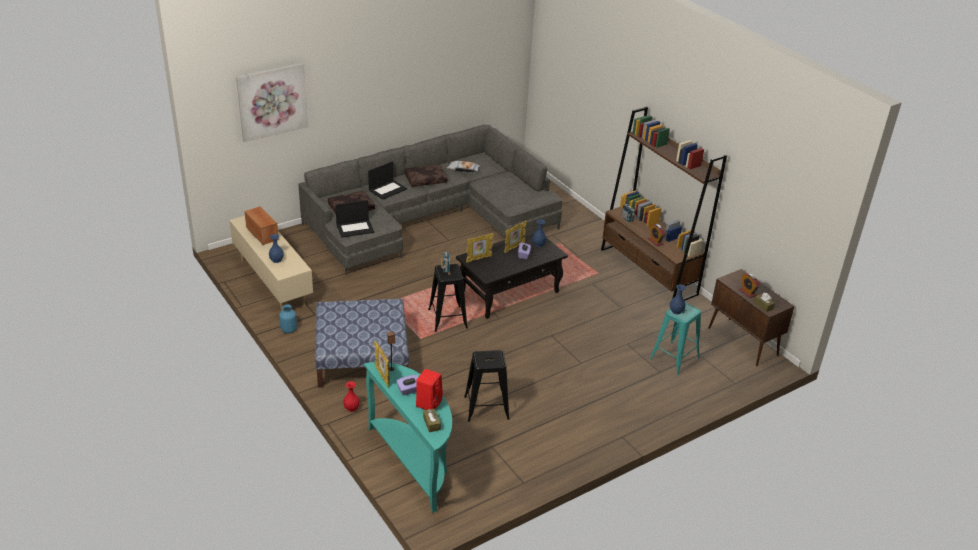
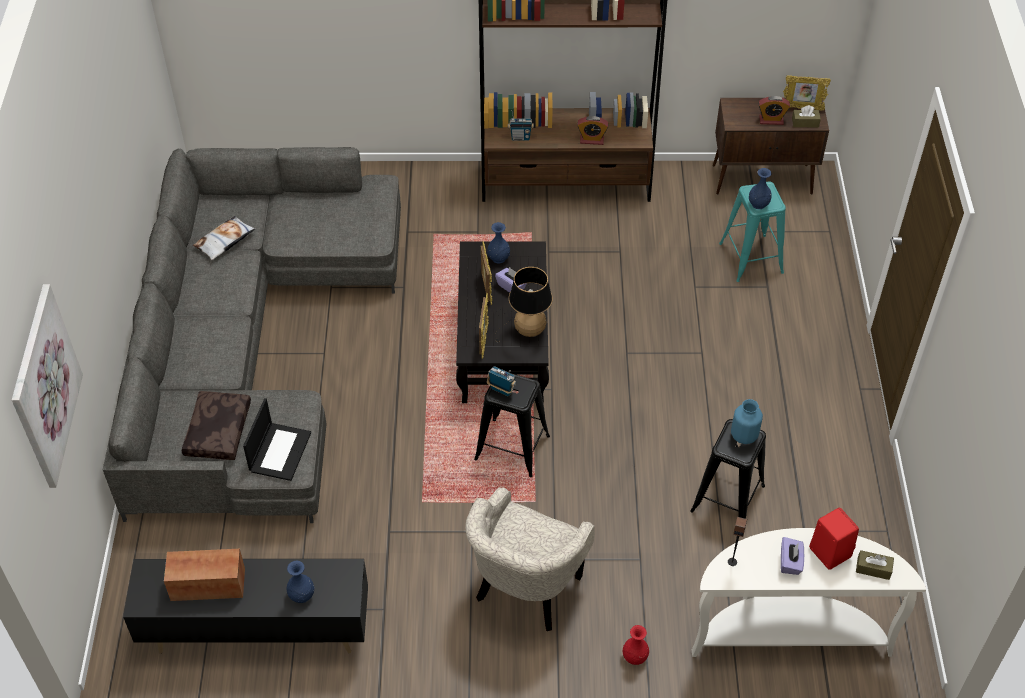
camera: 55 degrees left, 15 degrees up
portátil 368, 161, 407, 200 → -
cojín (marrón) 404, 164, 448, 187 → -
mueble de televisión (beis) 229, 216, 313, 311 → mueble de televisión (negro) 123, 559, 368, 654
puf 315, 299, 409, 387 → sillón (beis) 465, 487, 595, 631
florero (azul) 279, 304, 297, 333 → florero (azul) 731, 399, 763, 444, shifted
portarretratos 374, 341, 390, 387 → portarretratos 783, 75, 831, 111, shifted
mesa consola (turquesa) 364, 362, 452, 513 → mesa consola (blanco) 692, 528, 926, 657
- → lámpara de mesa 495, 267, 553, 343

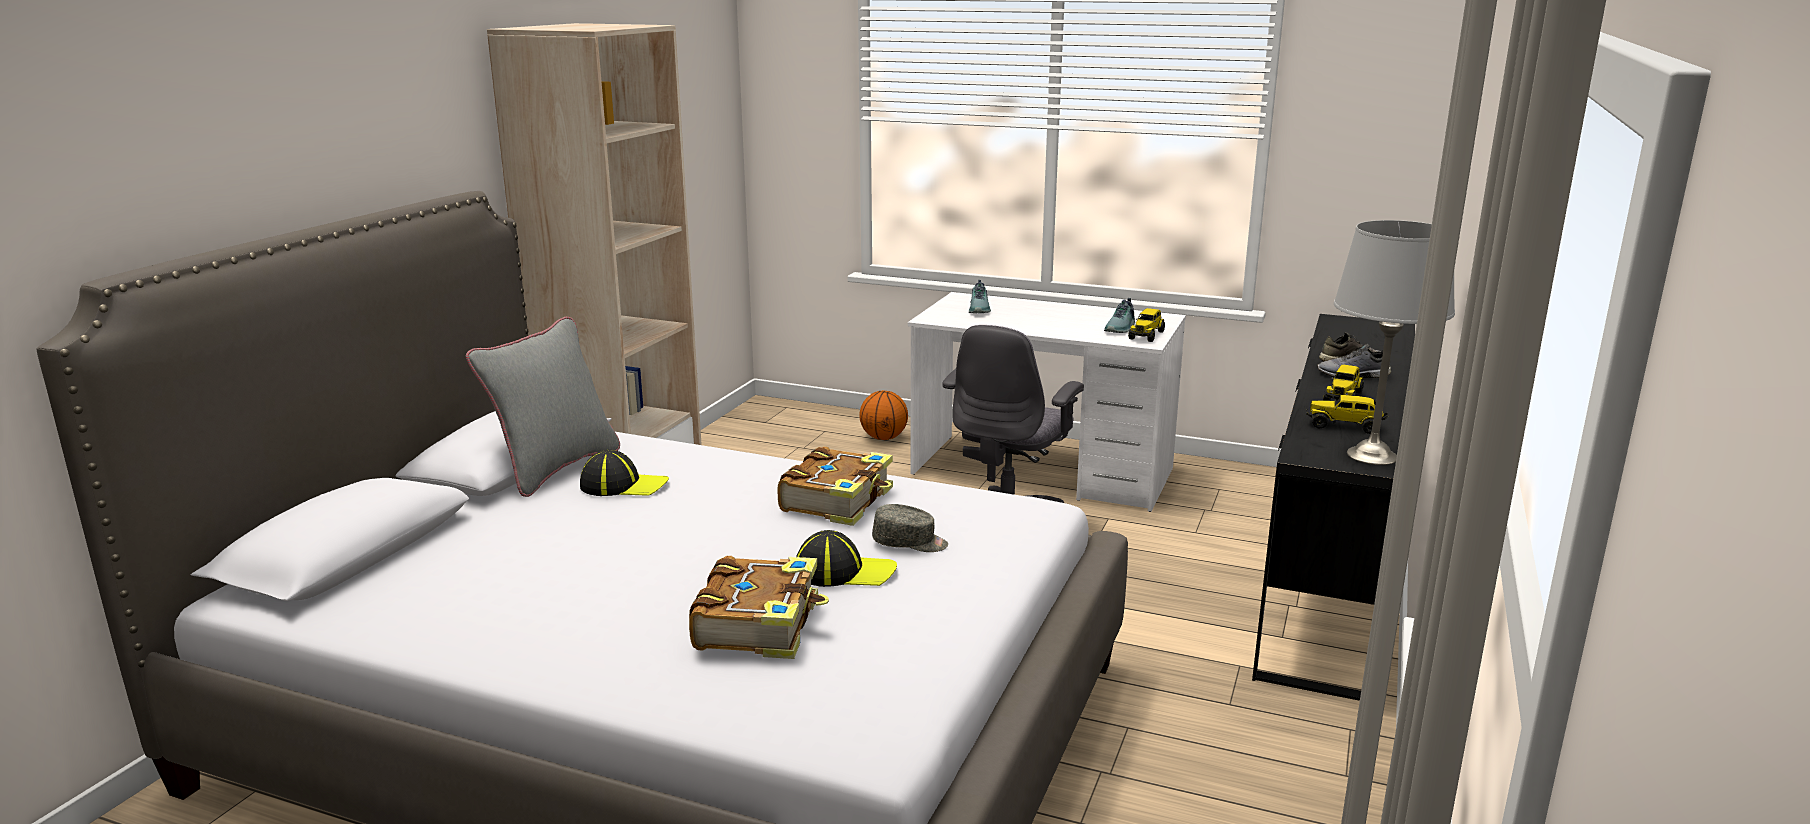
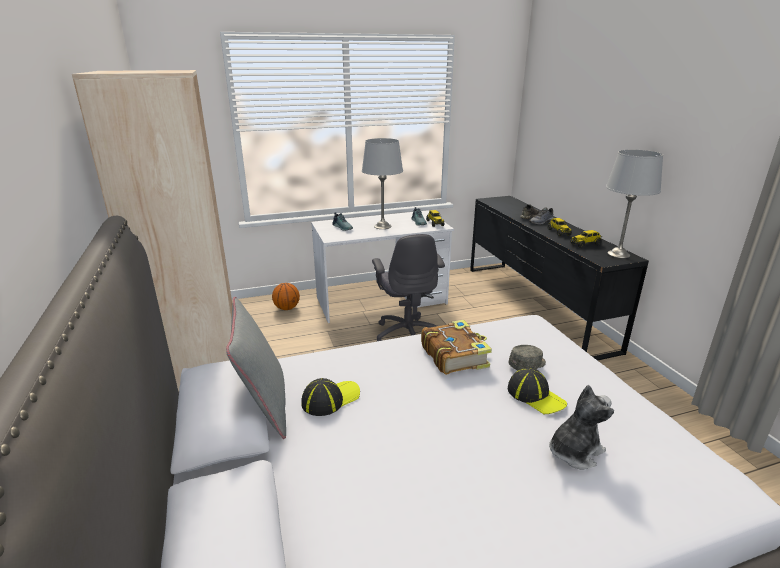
camera: 40 degrees left, 5 degrees up
gorra 796, 530, 897, 587 → gorra 508, 368, 567, 414, 90 degrees clockwise
libro 689, 556, 829, 659 → peluche 549, 385, 614, 469
- → lámpara de mesa (gris) 362, 138, 403, 229

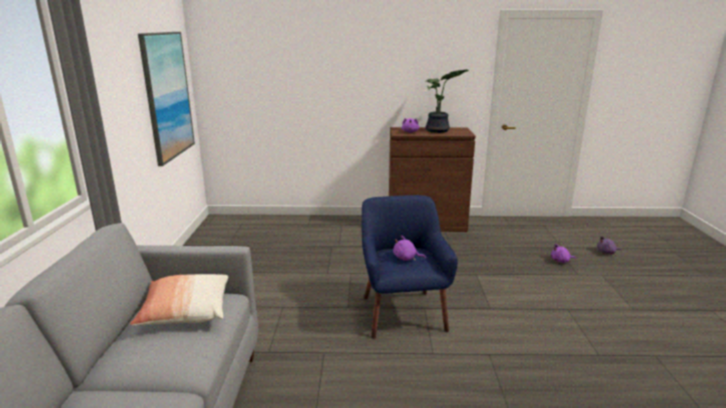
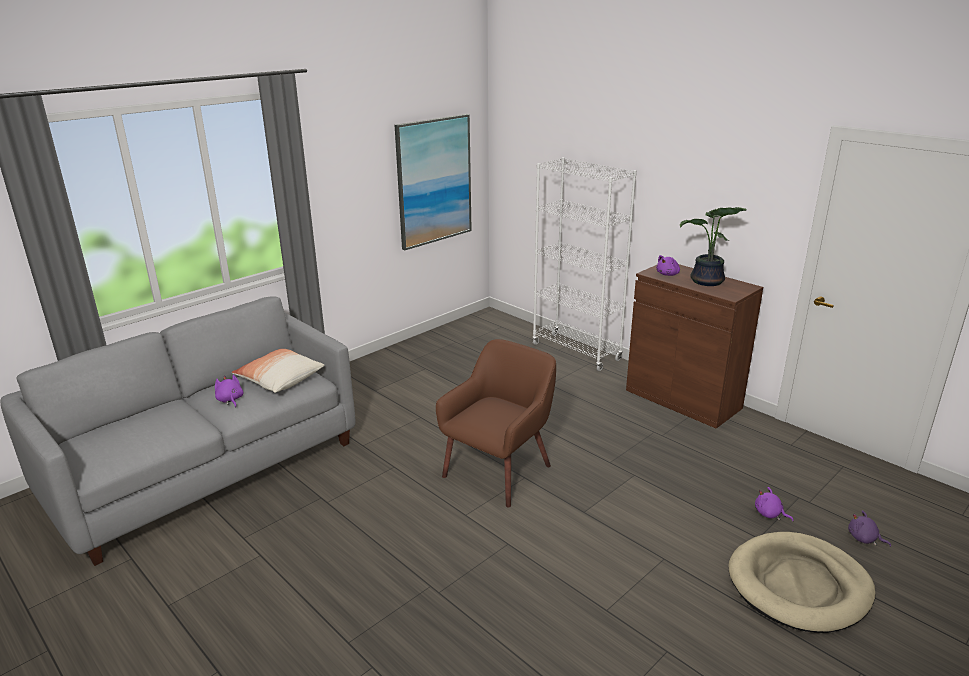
camera: 45 degrees right, 5 degrees up
sillón (azul) 362, 195, 458, 339 → sillón (marrón) 436, 339, 556, 507
peluche (morado) 393, 235, 426, 261 → peluche (morado) 215, 375, 243, 408, shifted
- → estantería (blanco) 532, 157, 637, 371
- → cama para perro (beis) 728, 532, 875, 633

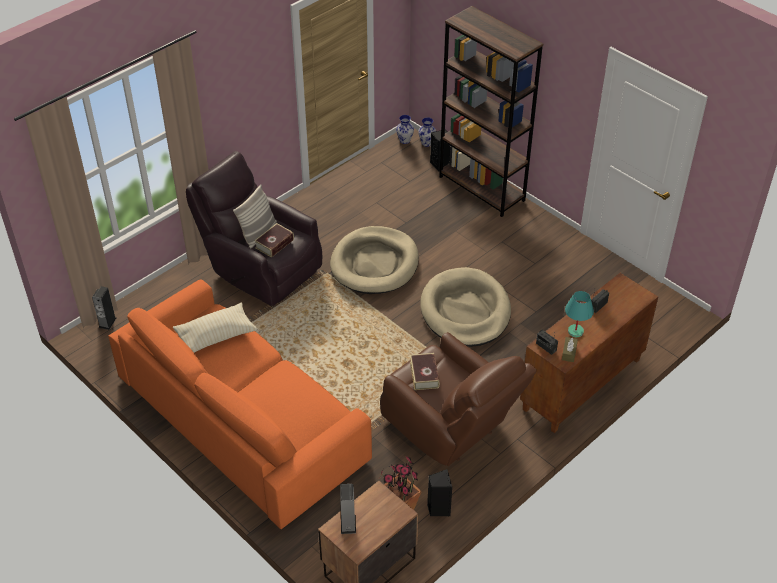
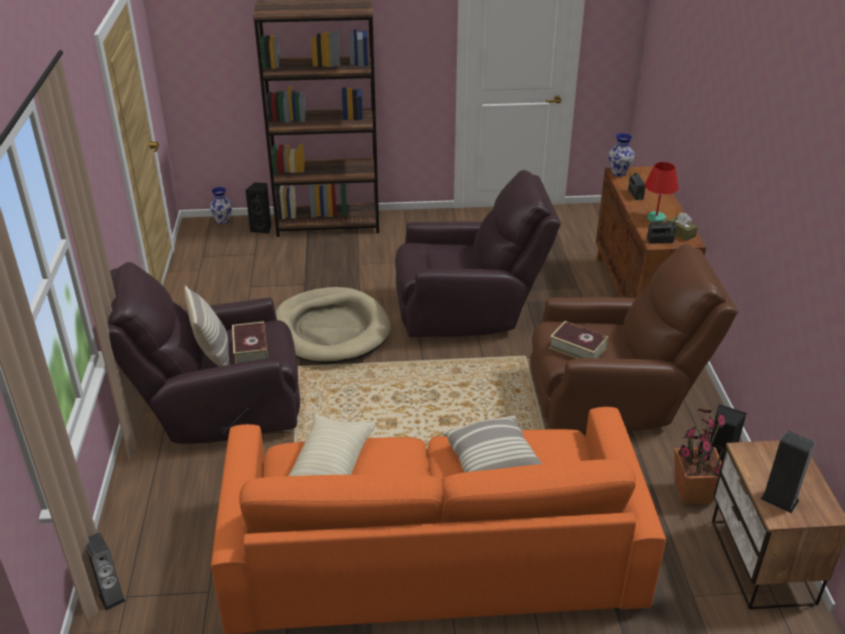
camera: 50 degrees left, 10 degrees down
florero 396, 115, 414, 144 → florero 609, 133, 634, 176, shifted
cama para perro (beis) 420, 267, 511, 347 → sillón (marrón) 395, 170, 561, 337
lámpara de mesa (turquesa) 565, 291, 594, 337 → lámpara de mesa (rojo) 645, 162, 679, 222
- → cojín 442, 416, 542, 472

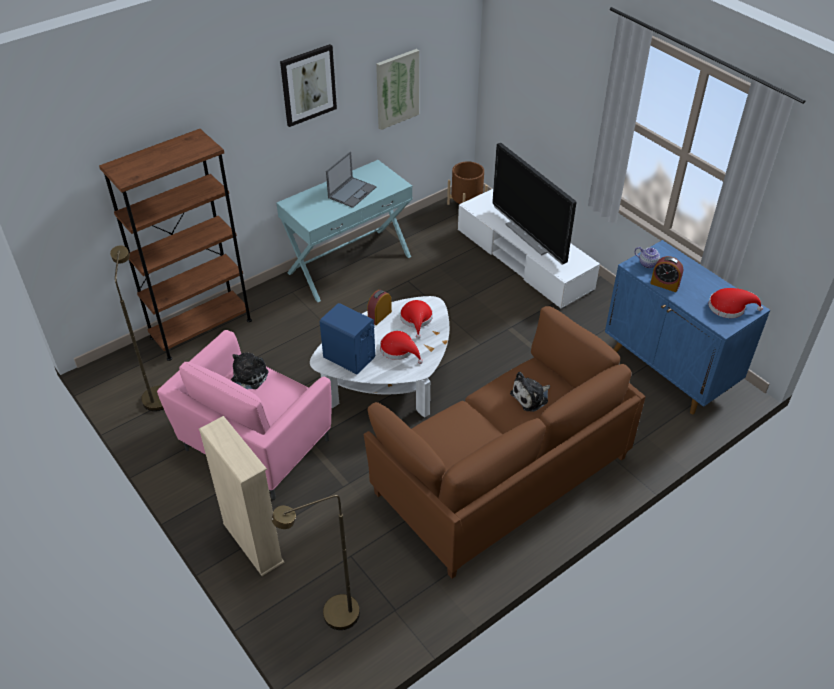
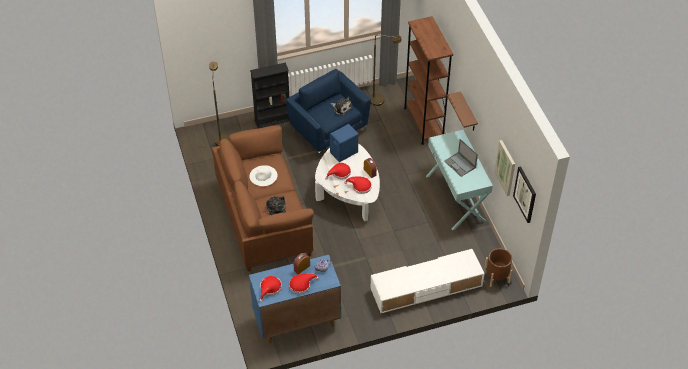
camera: 110 degrees right, 5 degrees up
cuadro 280, 44, 337, 127 → cuadro 513, 166, 536, 223, shifted
televisor 492, 143, 577, 265 → -
sillón (rosa) 157, 330, 332, 500 → sillón (azul) 286, 69, 371, 158
estantería (beis) 199, 416, 284, 576 → estantería (negro) 250, 62, 289, 129
- → estante (marrón) 447, 91, 478, 131
- → sombrero (blanco) 250, 165, 277, 186
- → sombrero (rojo) 289, 273, 319, 294

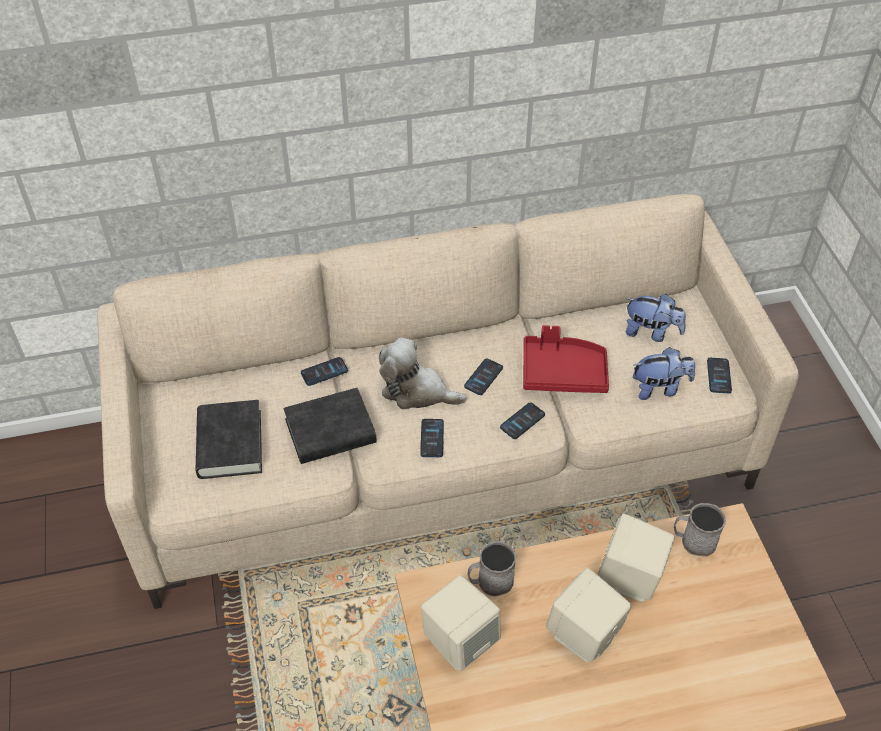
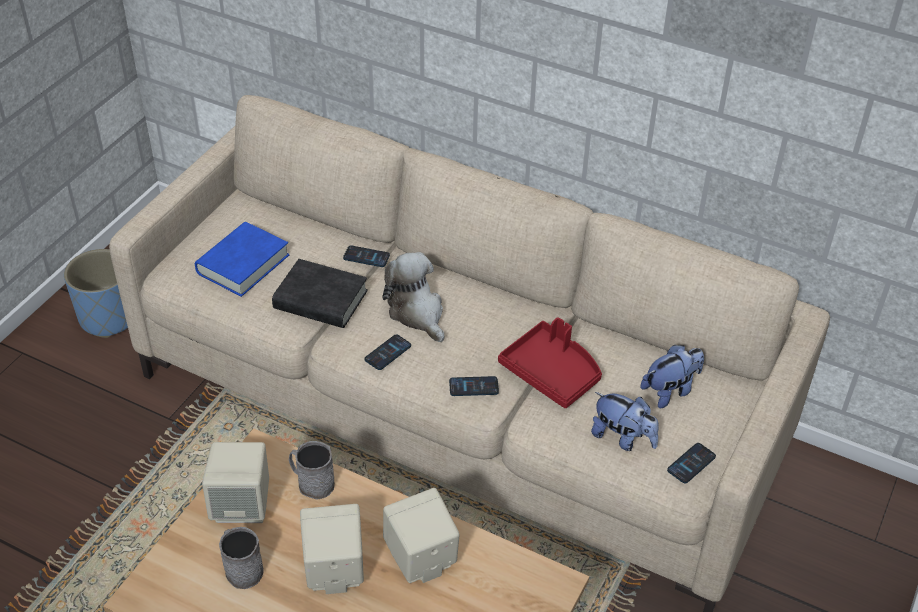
camera: 40 degrees right, 5 degrees down
peluche 625, 294, 686, 342 → peluche 641, 345, 704, 408, 90 degrees counterclockwise
móvil 464, 359, 503, 395 → -
libro (negro) 196, 400, 262, 479 → libro (azul) 195, 222, 289, 297
taza grande (gris) 674, 503, 726, 556 → taza grande (gris) 219, 527, 264, 589, shifted
- → maceta (azul) 64, 249, 128, 338

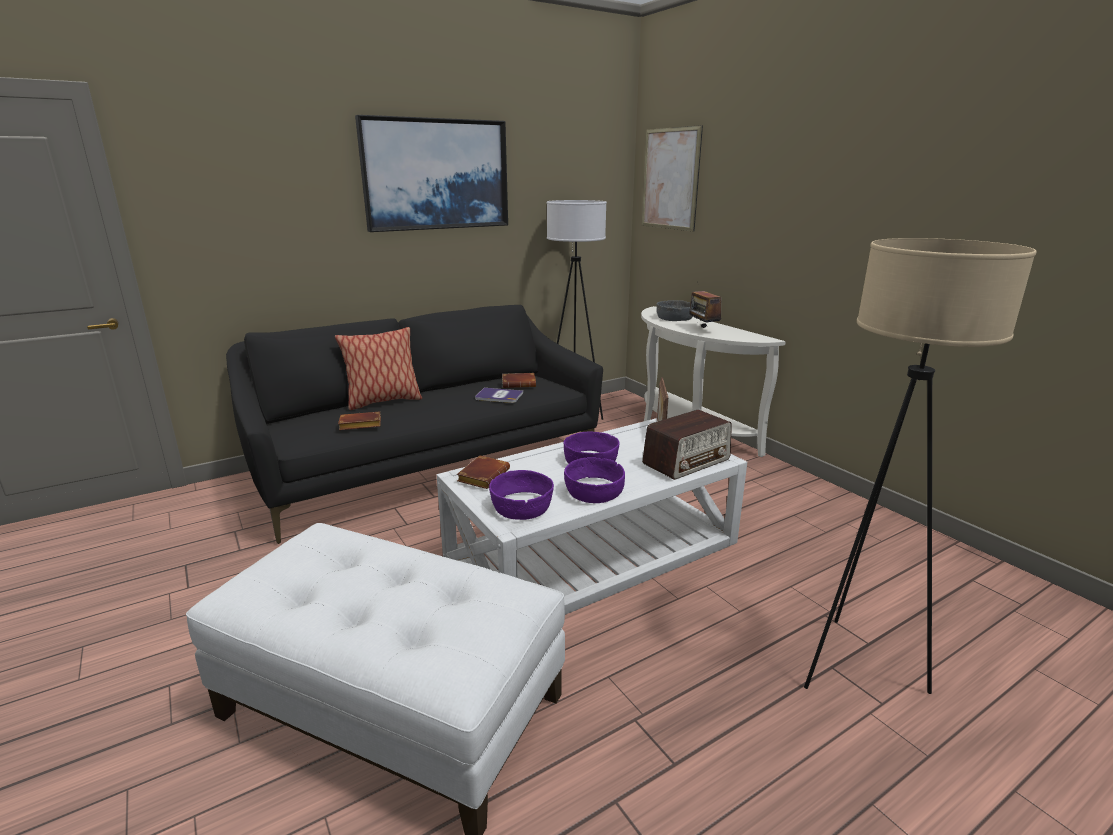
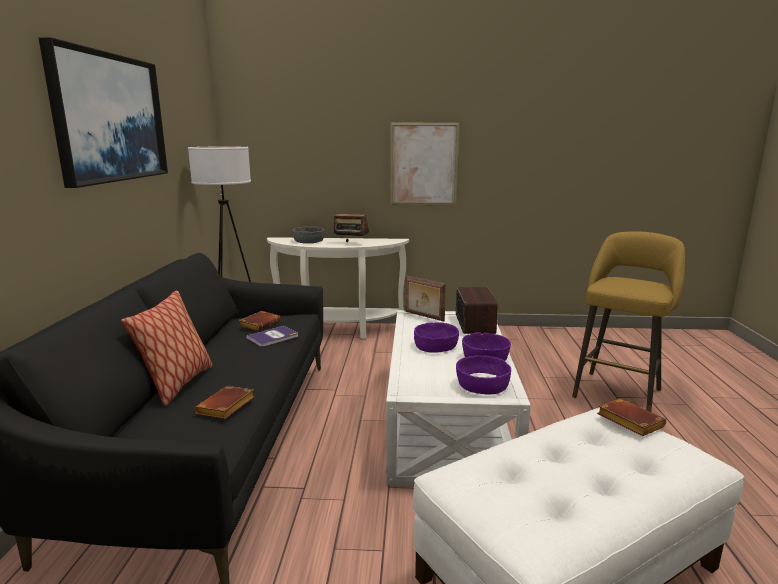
camera: 55 degrees left, 5 degrees down
cuadro 642, 125, 703, 231 → cuadro 390, 122, 460, 205, shifted
lámpara de pie (beis) 804, 238, 1036, 694 → taburete (amarillo) 572, 231, 685, 412
libro (marrón) 457, 455, 510, 489 → libro (marrón) 597, 398, 666, 436, shifted

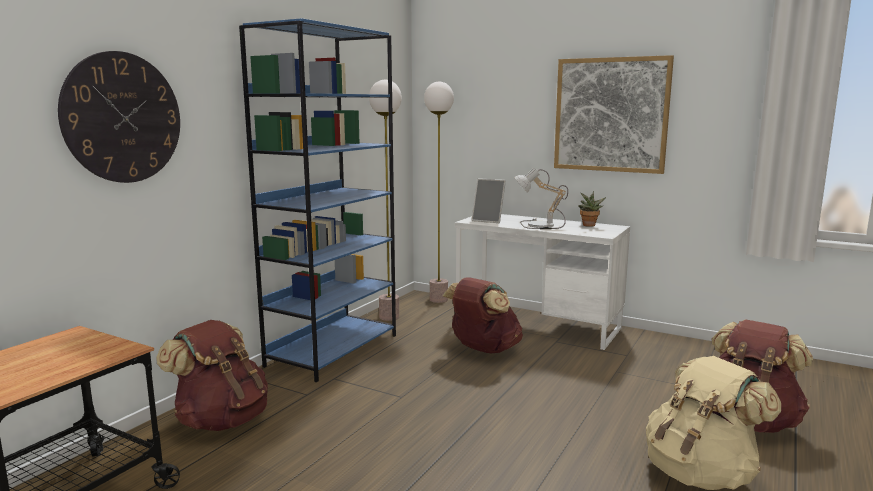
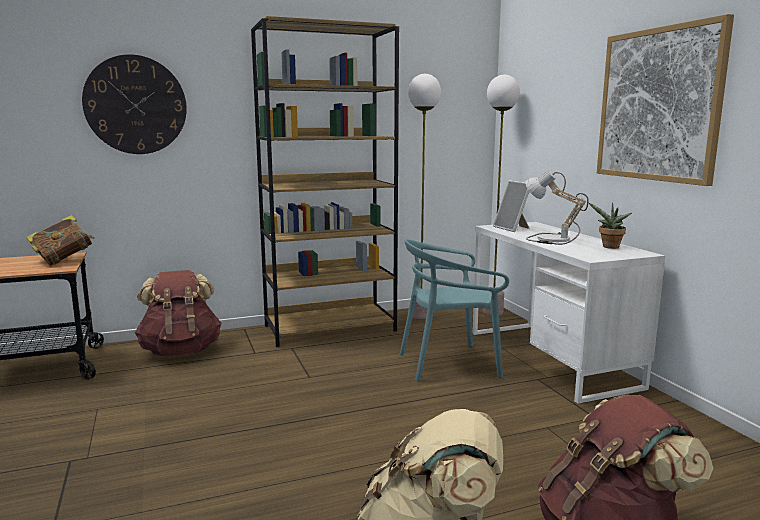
camera: 40 degrees right, 0 degrees up
estantería (azul) 239, 18, 396, 382 → estantería (marrón) 251, 16, 399, 347
mochila (marrón) 443, 277, 523, 353 → silla (turquesa) 400, 239, 509, 381
- → libro 26, 215, 94, 266

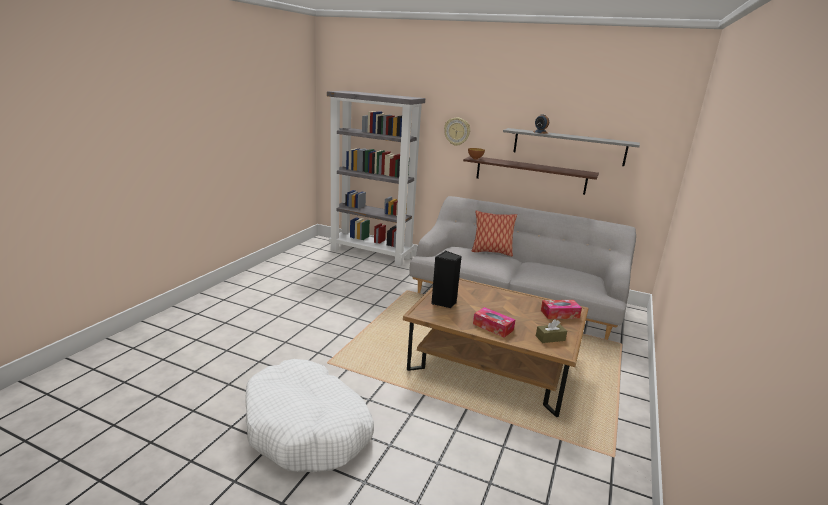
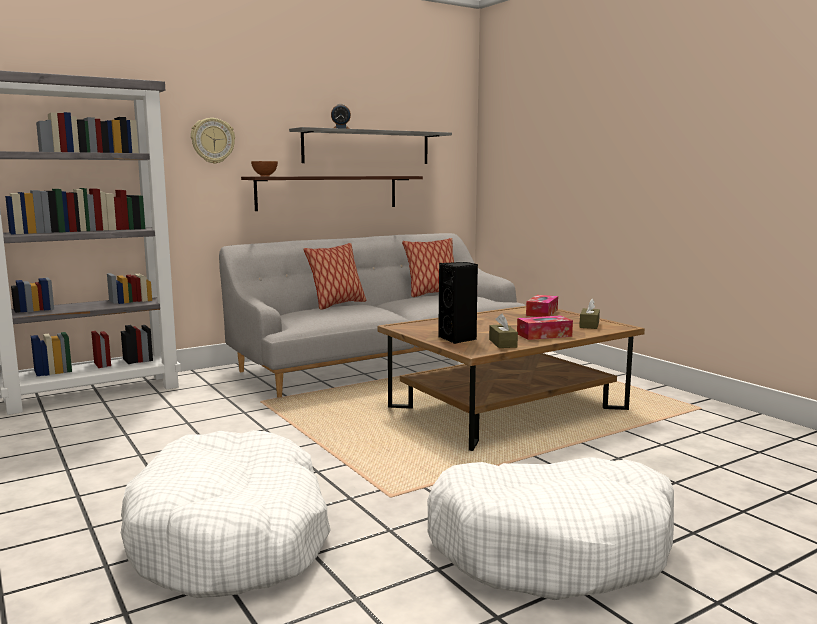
camera: 55 degrees left, 10 degrees down
- → cojín 402, 238, 454, 297
- → caja de pañuelos (marrón) 489, 314, 518, 348
- → cama para perro (blanco) 121, 430, 330, 598

